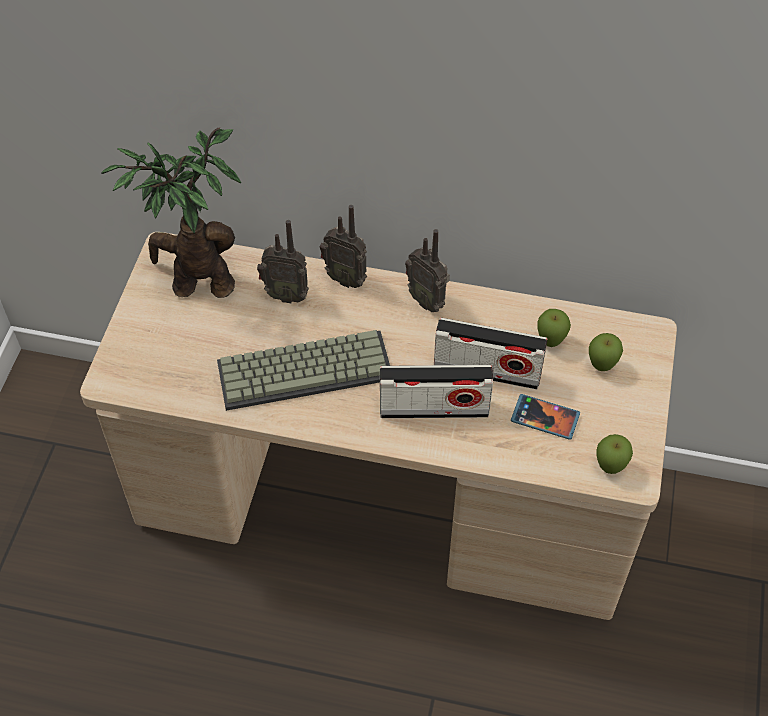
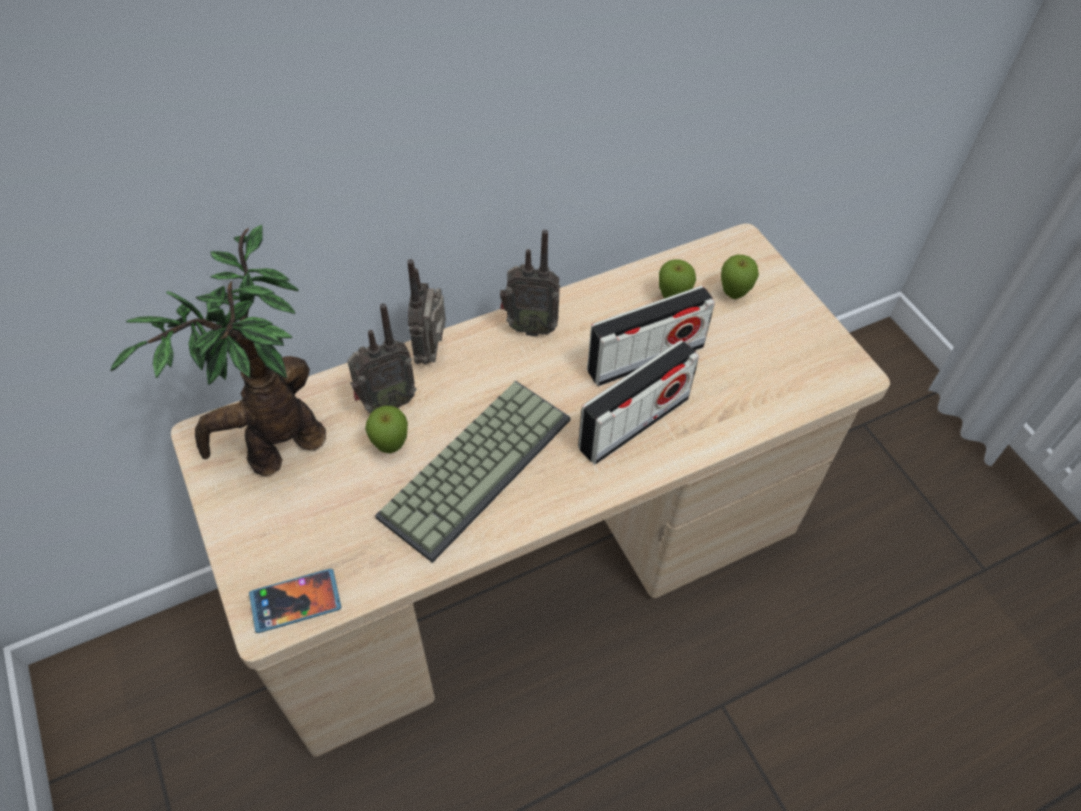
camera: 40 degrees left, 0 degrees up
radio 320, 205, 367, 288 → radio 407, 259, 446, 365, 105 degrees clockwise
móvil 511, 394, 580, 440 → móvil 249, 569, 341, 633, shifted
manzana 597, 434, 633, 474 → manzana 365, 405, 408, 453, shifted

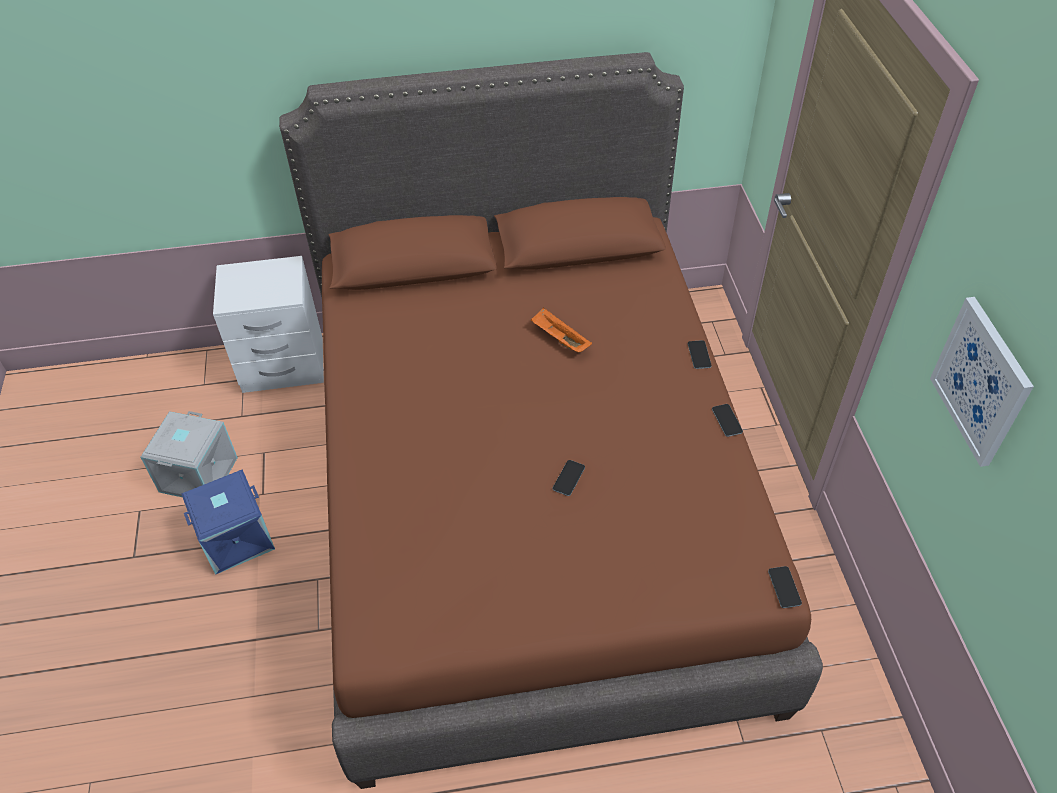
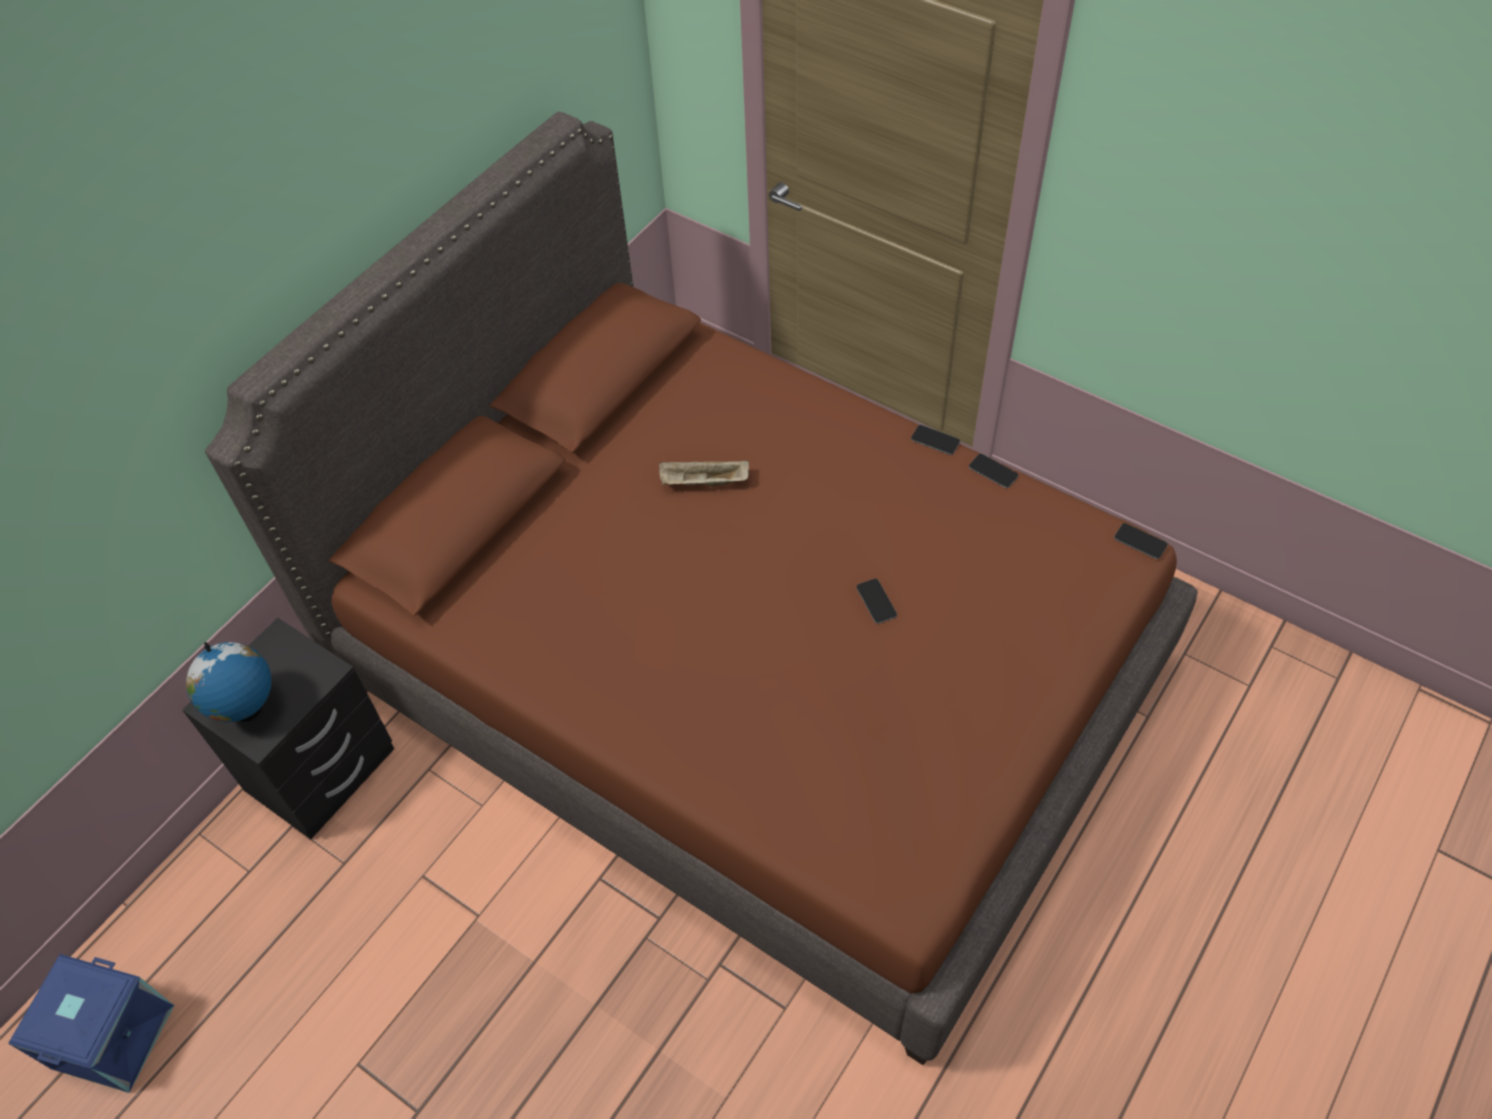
camera: 45 degrees left, 5 degrees up
mesita de noche (blanco) 213, 256, 324, 393 → mesita de noche (negro) 182, 618, 394, 839
cuadro 930, 297, 1034, 467 → -
bandeja (naranja) 530, 308, 592, 352 → bandeja (beis) 659, 461, 749, 487
móvil 688, 340, 712, 369 → móvil 969, 454, 1018, 488, shifted
caja de almacenaje (gris) 140, 411, 238, 497 → -
caja de almacenaje (azul) 182, 469, 275, 575 → caja de almacenaje (azul) 8, 954, 174, 1093, shifted
- → globo terráqueo 186, 642, 272, 722

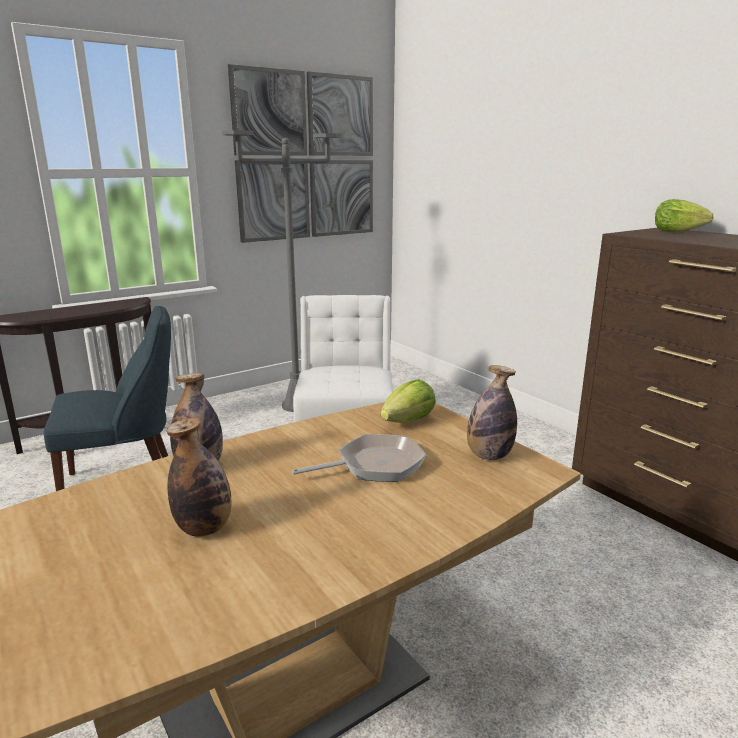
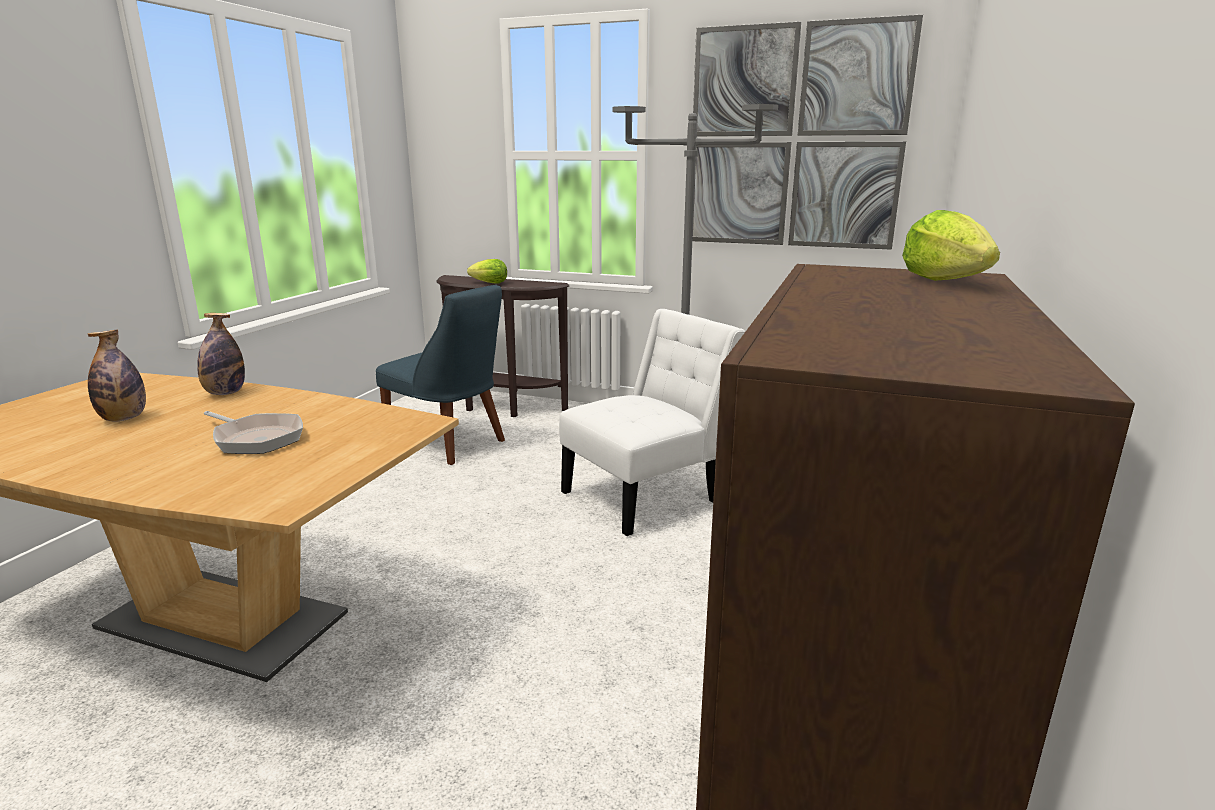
camera: 55 degrees right, 0 degrees up
botella 467, 365, 517, 460 → -
lechuga 381, 379, 436, 423 → lechuga 467, 259, 507, 284, shifted

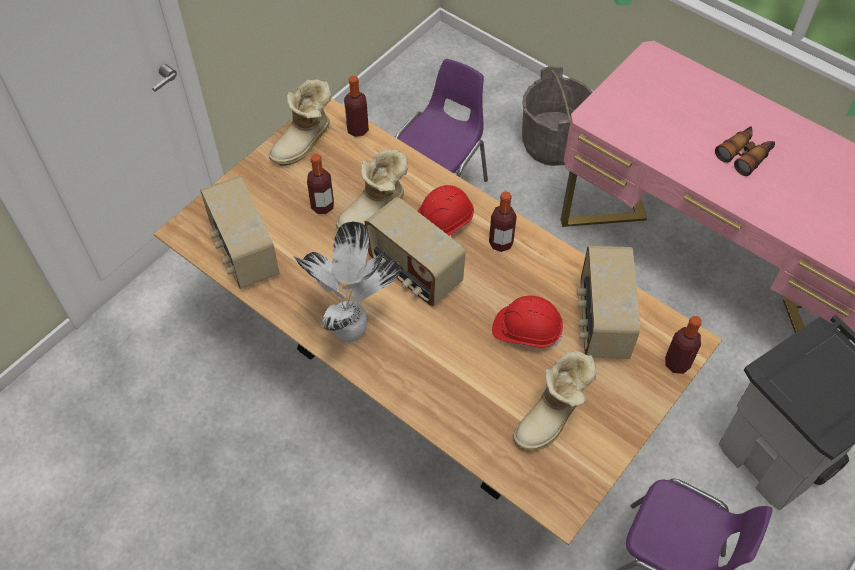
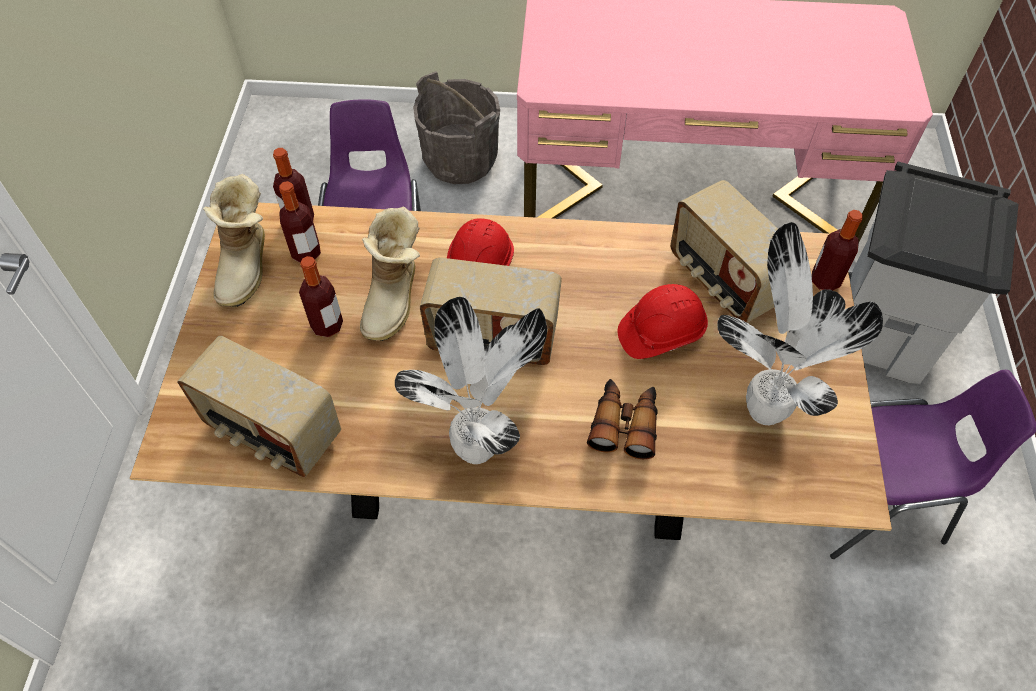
camera: 35 degrees left, 0 degrees up
prismáticos 715, 126, 775, 176 → prismáticos 587, 379, 658, 459, shifted
botella 489, 191, 517, 252 → botella 279, 181, 321, 263, shifted
bota 514, 351, 597, 451 → planta en maceta 717, 222, 883, 425

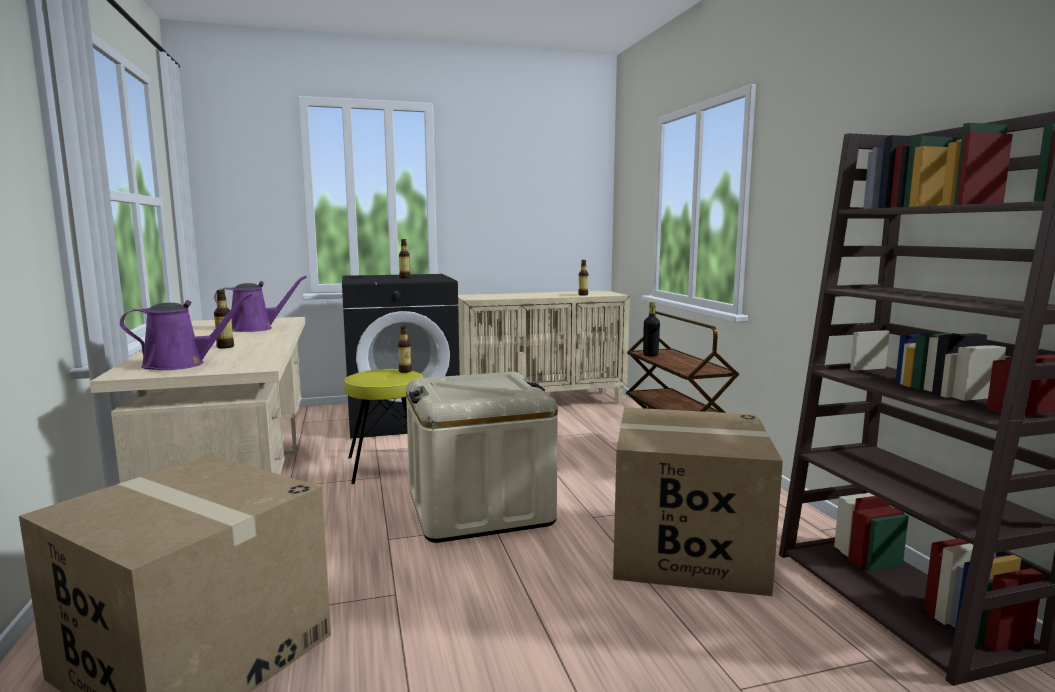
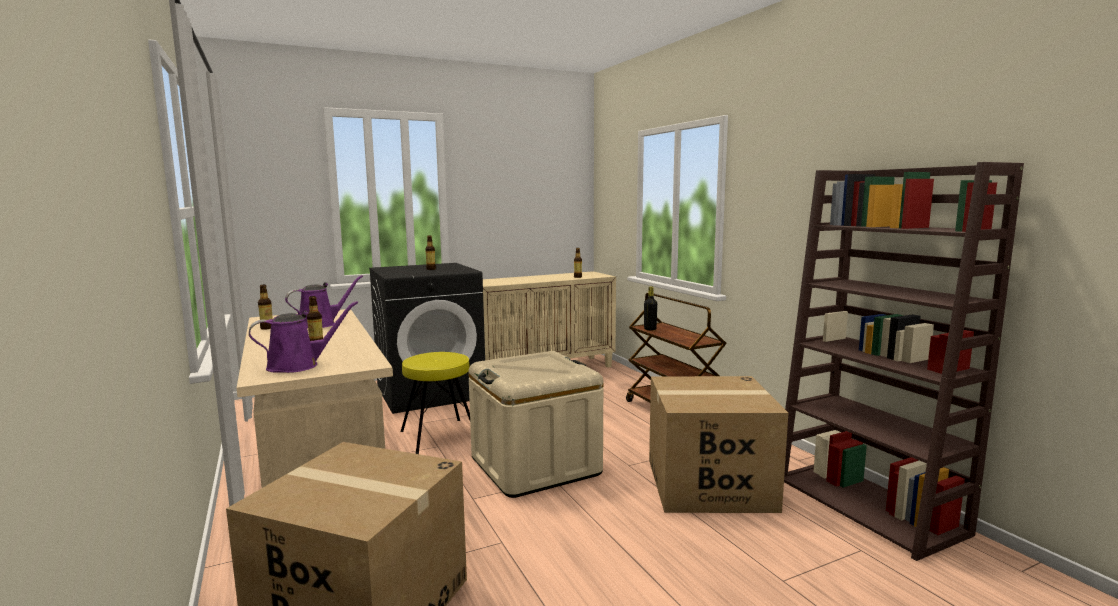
camera: 10 degrees left, 0 degrees up
botella 398, 326, 412, 373 → botella 258, 285, 273, 330, shifted

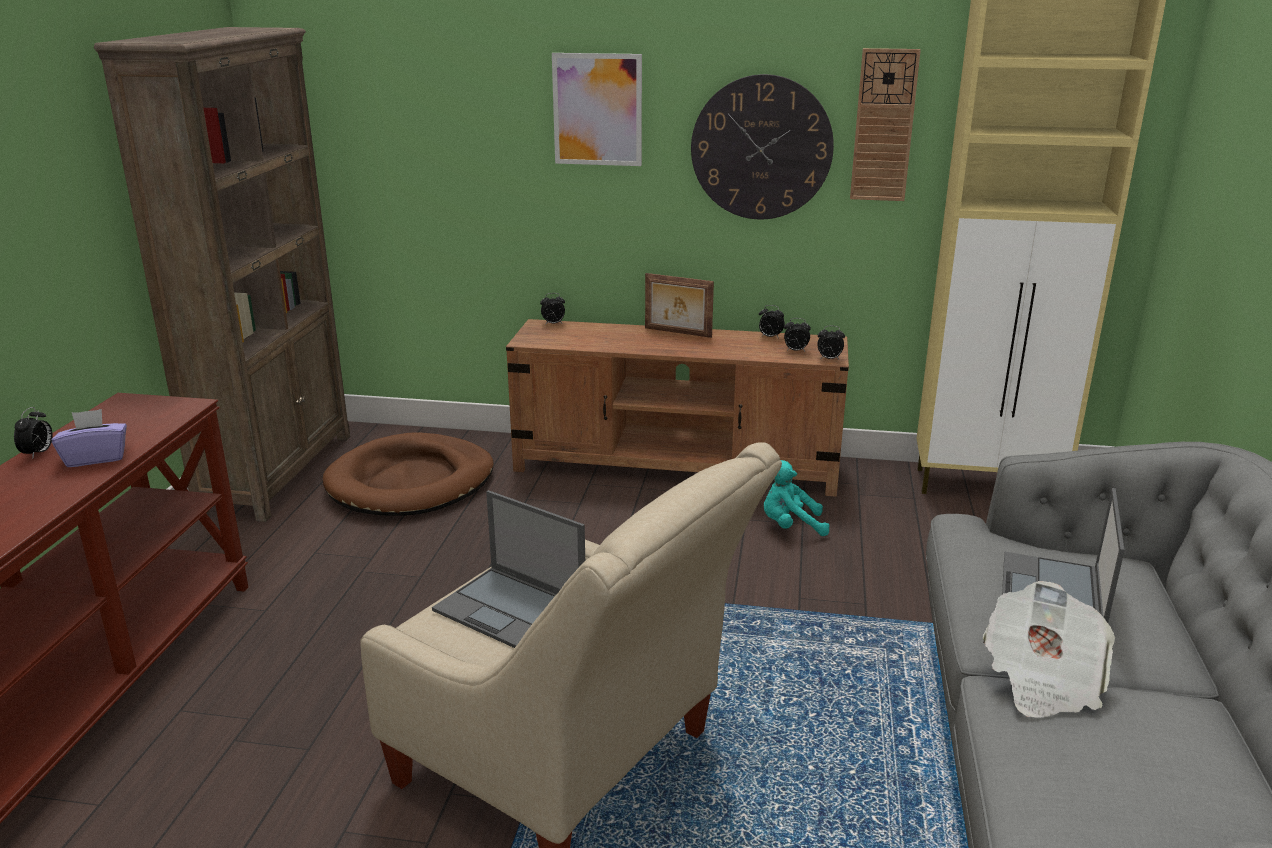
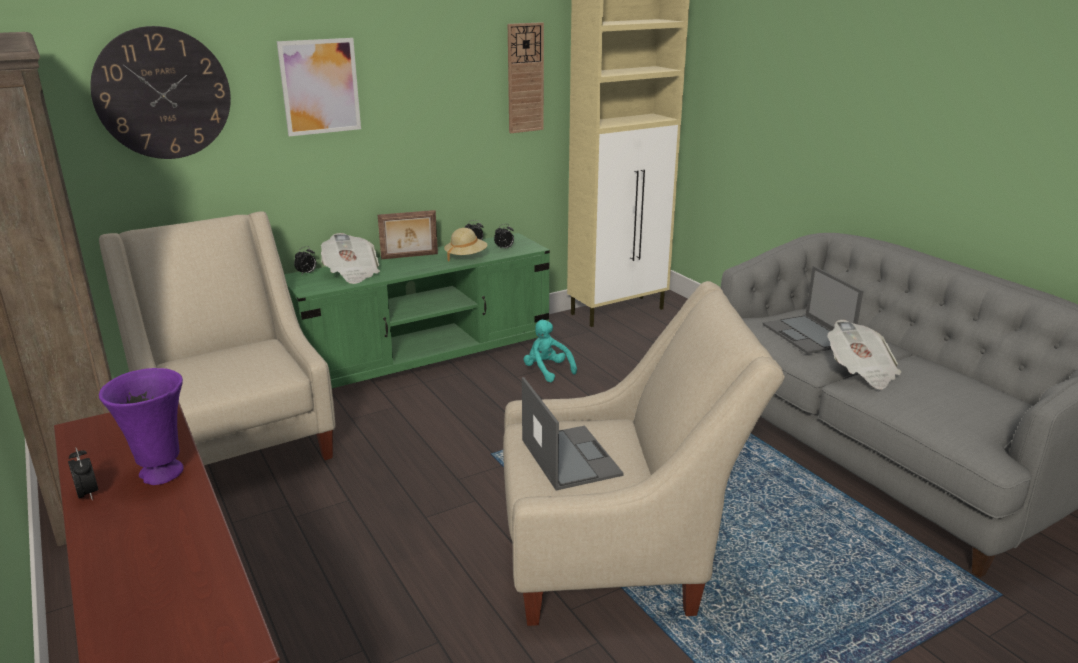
camera: 40 degrees left, 0 degrees up
reloj de pared 691, 74, 834, 220 → reloj de pared 90, 26, 231, 159, shifted
mueble de televisión (marrón) 506, 319, 849, 497 → mueble de televisión (verde) 284, 233, 550, 388
despertador 817, 326, 845, 360 → -
caja de pañuelos (morado) 52, 409, 127, 467 → florero (morado) 99, 368, 184, 485
cama para perro (marrón) 323, 432, 494, 516 → sillón (beis) 99, 211, 336, 465
peluche (turquesa) 764, 460, 830, 536 → peluche (turquesa) 524, 320, 577, 382, 90 degrees clockwise
portátil 432, 490, 585, 648 → portátil 522, 377, 624, 491, 105 degrees counterclockwise
- → sombrero (beis) 444, 228, 487, 261
- → periódico 321, 233, 380, 284

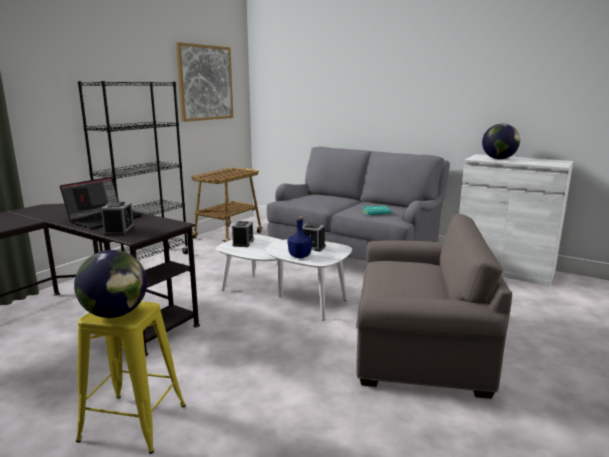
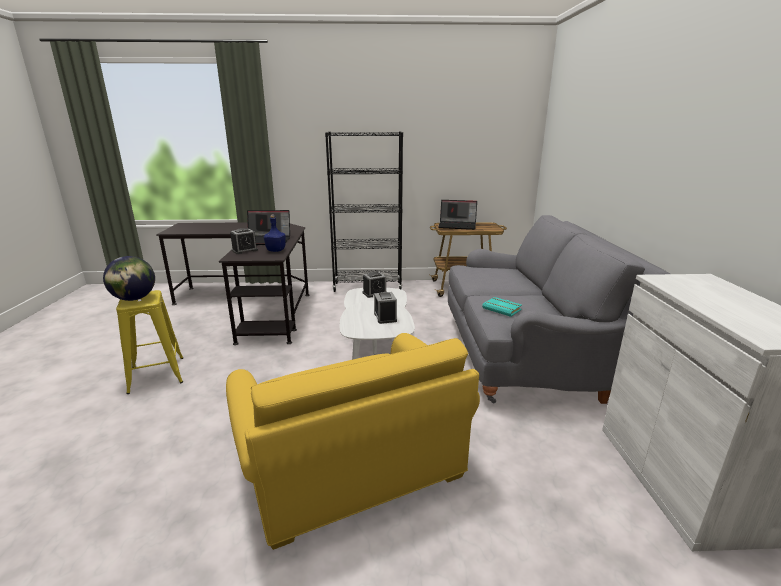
camera: 55 degrees right, 5 degrees up
cuadro 176, 42, 233, 122 → -
globo terráqueo 482, 124, 520, 159 → -
sillón (gris) 356, 214, 512, 399 → sillón (amarillo) 226, 333, 480, 550
botella (azul) 287, 216, 312, 258 → botella (azul) 264, 215, 286, 252, shifted
- → portátil 438, 200, 477, 230

